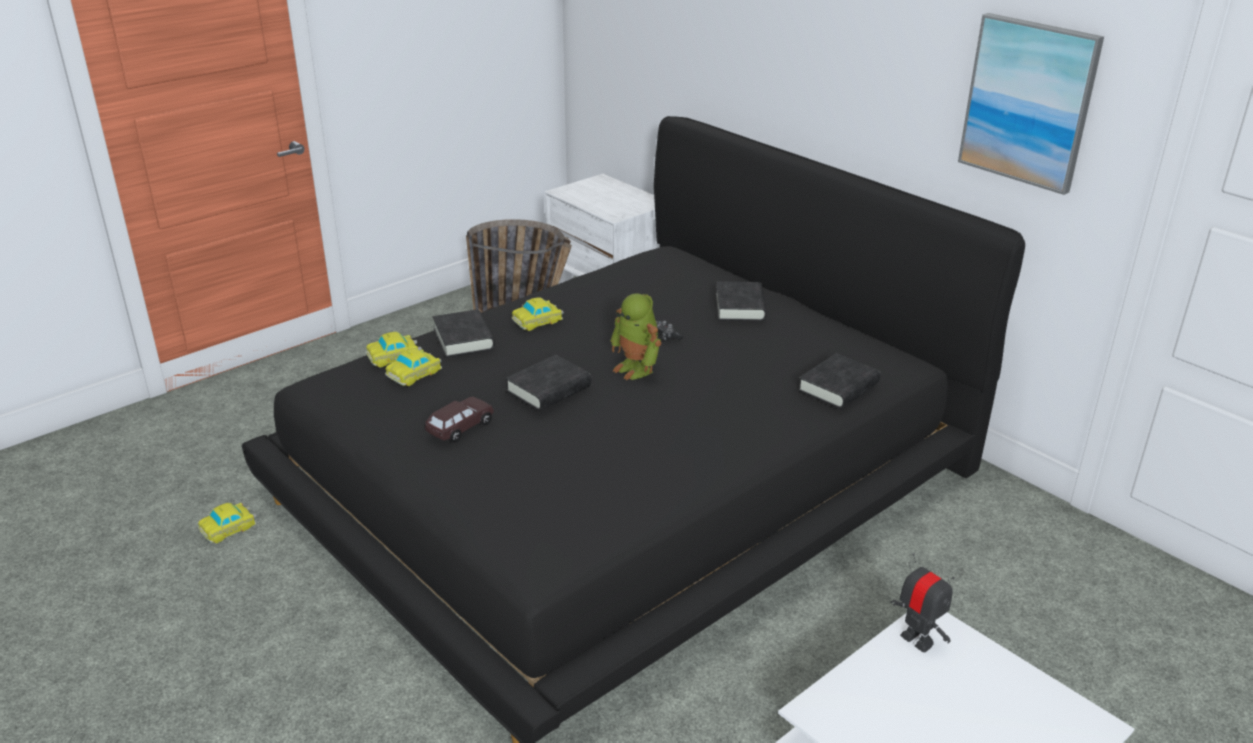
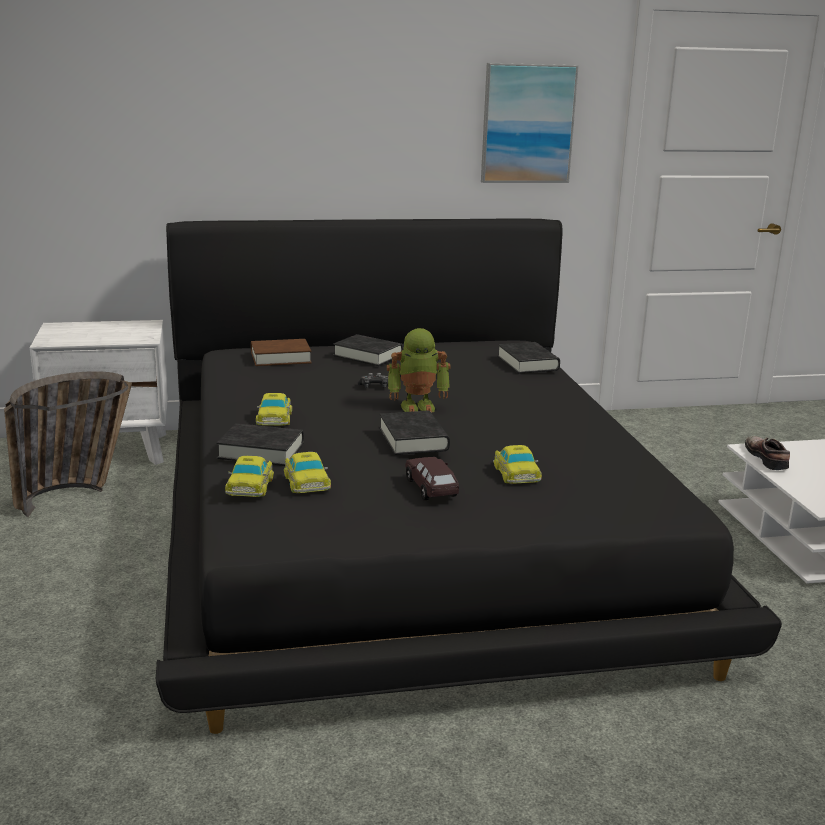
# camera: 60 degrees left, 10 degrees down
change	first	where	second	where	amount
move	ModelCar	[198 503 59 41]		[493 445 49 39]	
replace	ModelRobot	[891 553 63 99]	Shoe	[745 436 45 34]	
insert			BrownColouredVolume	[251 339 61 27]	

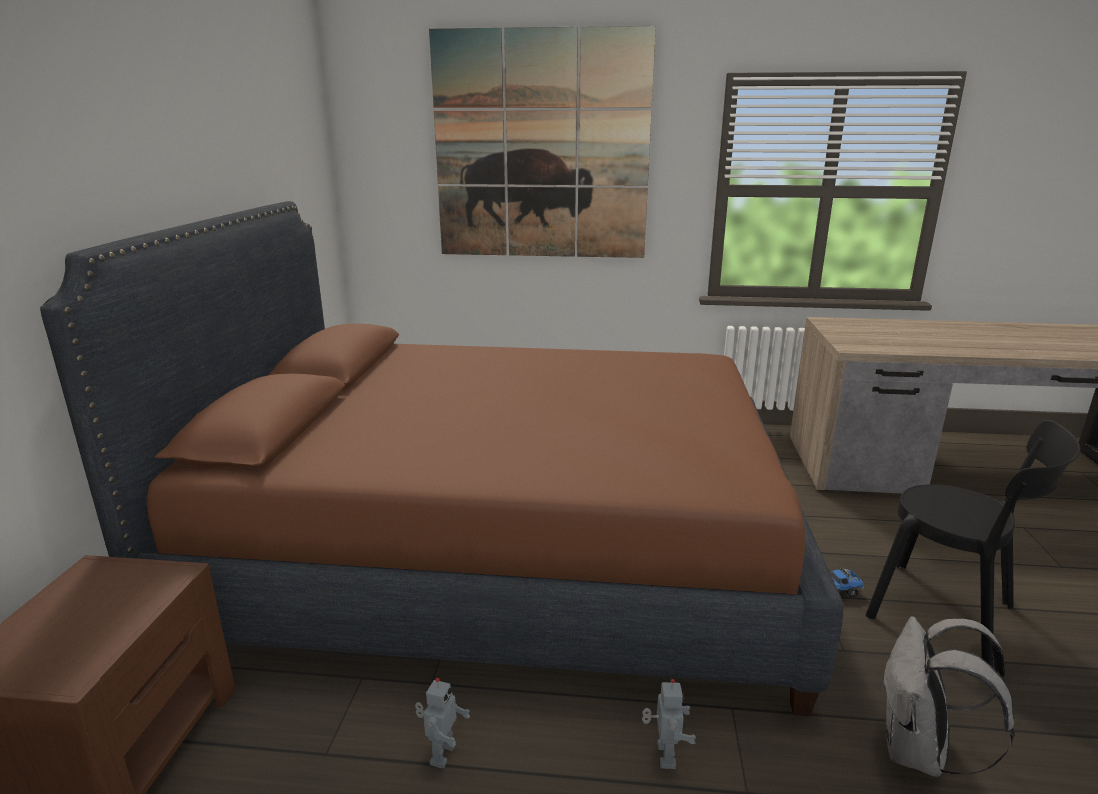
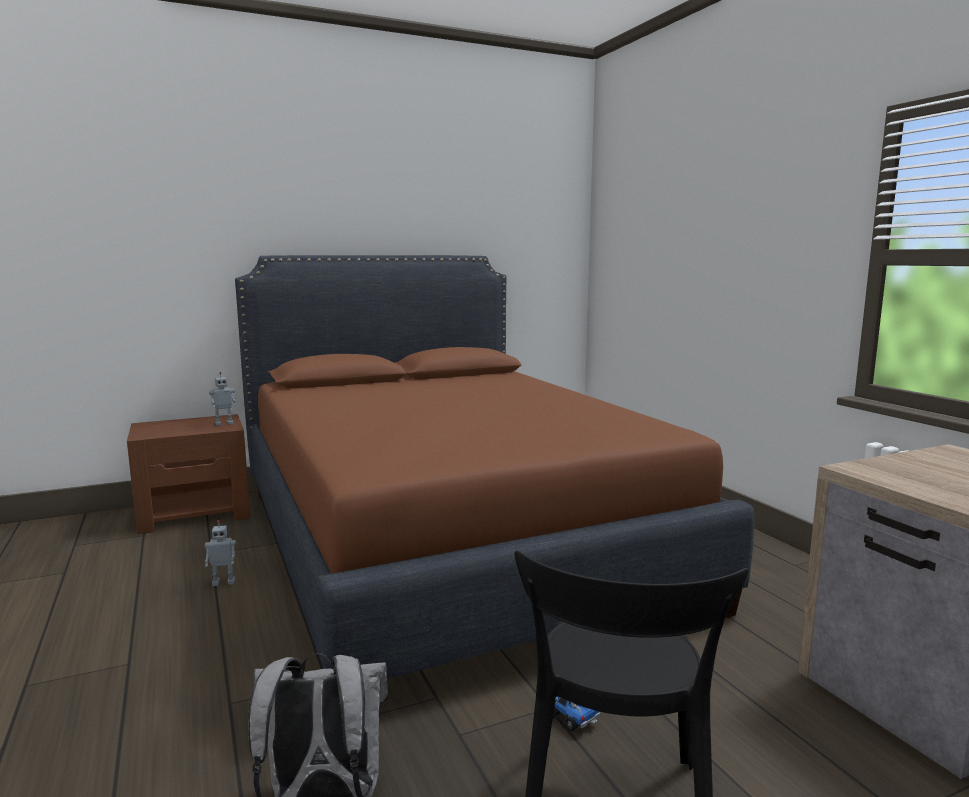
# camera: 60 degrees right, 10 degrees down
change	first	where	second	where	amount
delete	Picture	[429 26 227 232]			
move	ModelRobot	[642 679 54 90]		[209 372 27 54]	

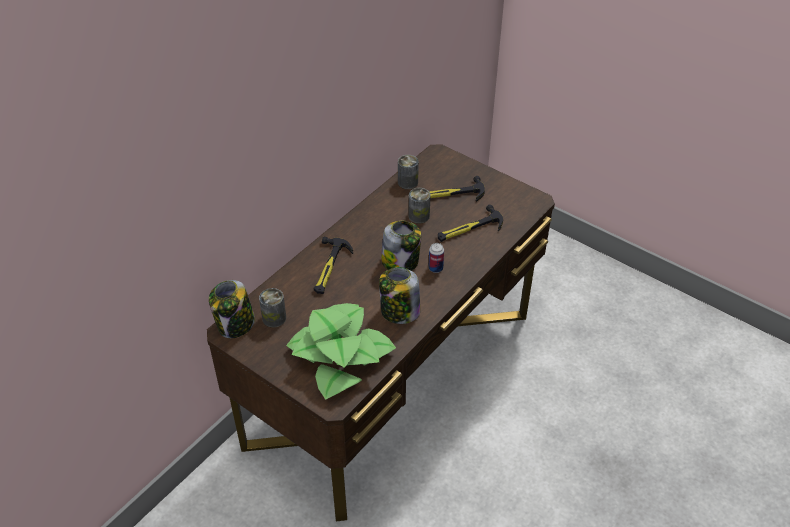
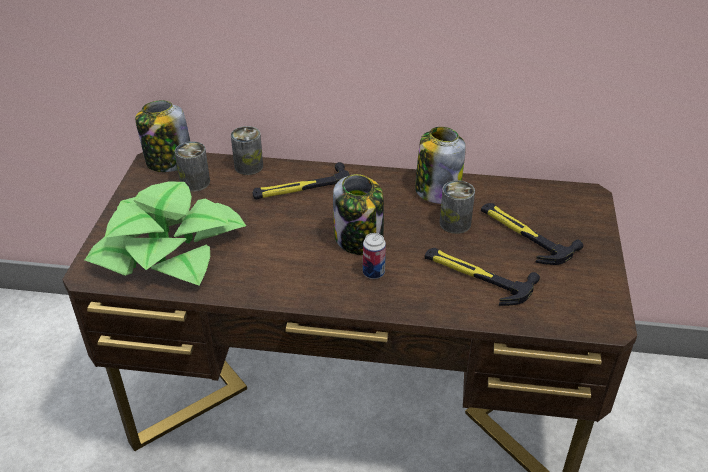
# camera: 60 degrees right, 5 degrees down
change	first	where	second	where	amount
move	MetalCan	[398 155 21 34]		[231 126 32 49]	
move	StorageJar	[379 267 41 57]		[415 127 51 77]	

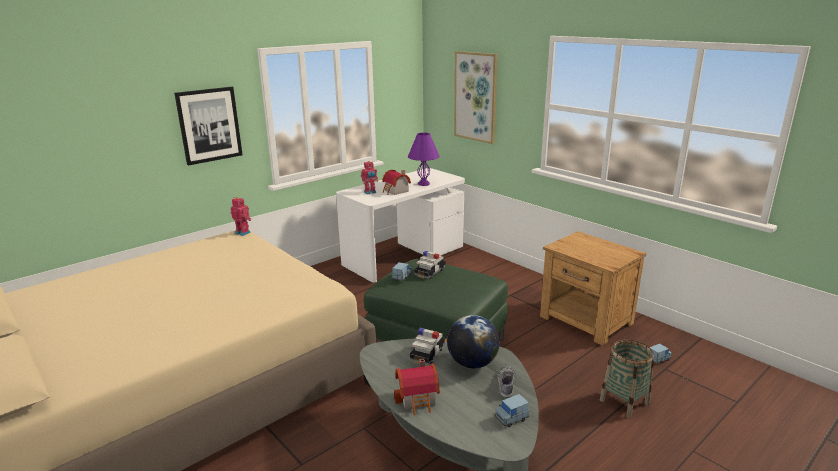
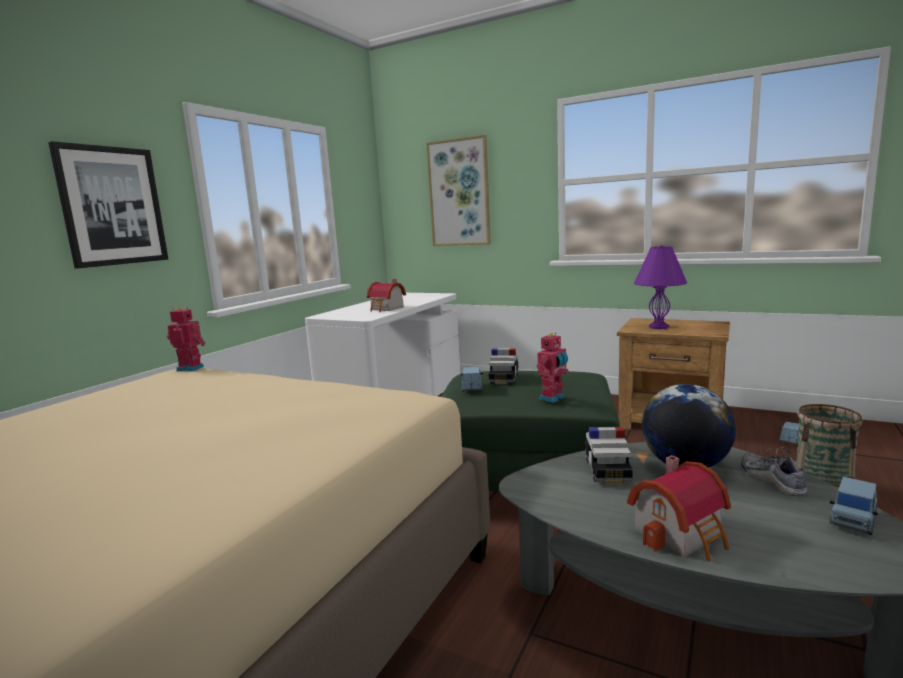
# camera: 20 degrees left, 10 degrees down
change	first	where	second	where	amount
move	PurplishTabletopLamp	[408 133 32 53]		[634 245 53 84]	
move	ModelRobot	[361 161 17 33]		[537 333 32 70]	

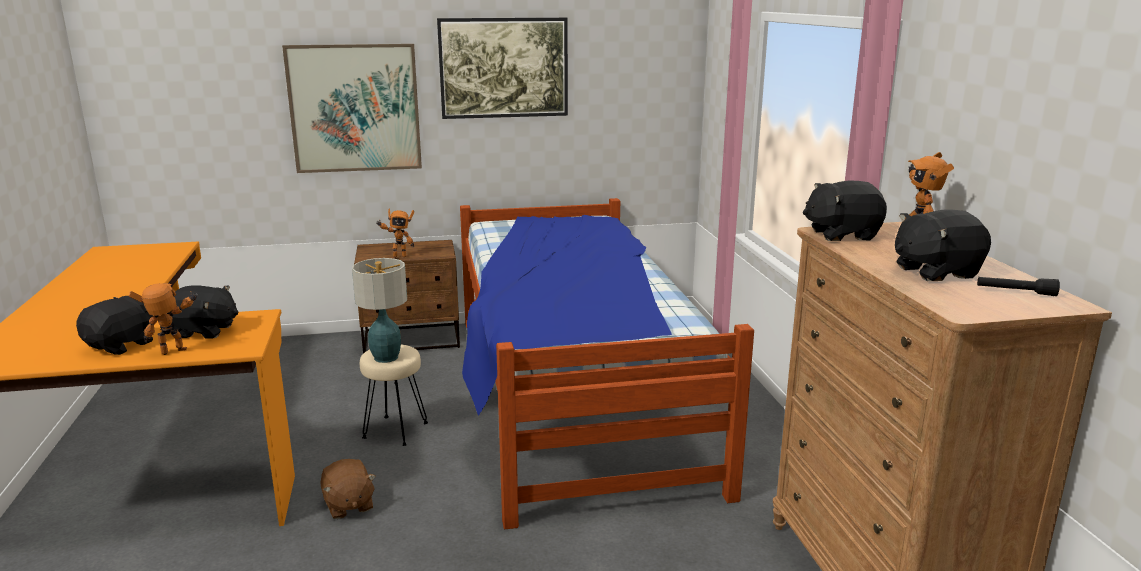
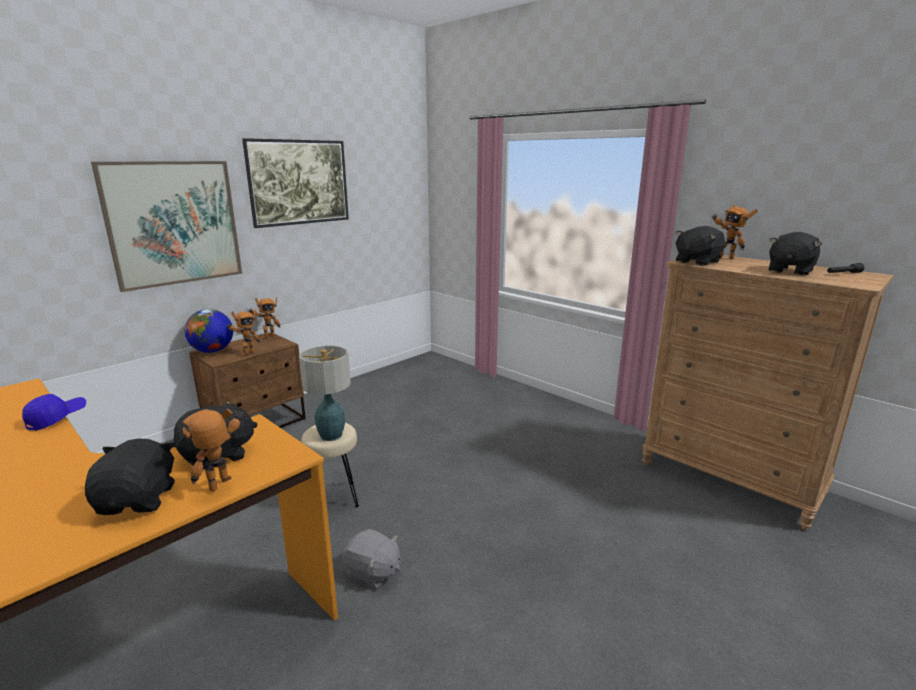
# camera: 35 degrees left, 0 degrees up
change	first	where	second	where	amount
delete	BedroomBed	[460 198 294 331]			
recolor	BrownColouredSoftToy	[320 459 56 60]	GreyishSoftToy	[342 529 58 61]	
insert			ModelRobot	[248 297 32 42]	
insert			DeskGlobe	[185 309 48 44]	
insert			BlueColouredBaseballCap	[22 394 64 37]	

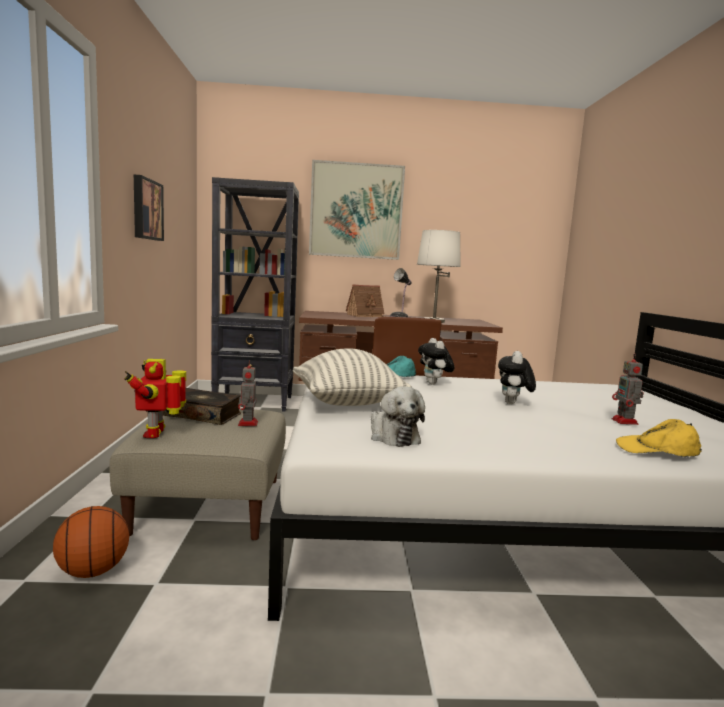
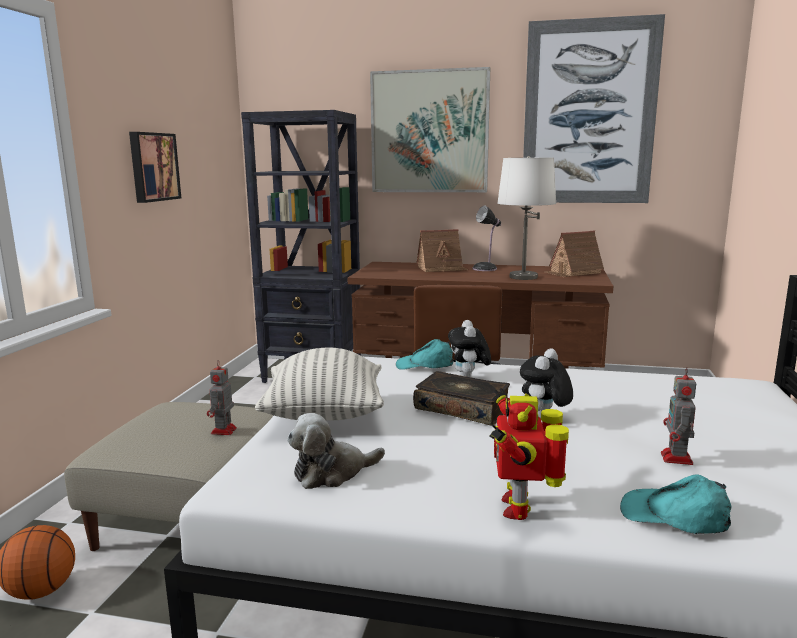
# camera: 15 degrees right, 5 degrees up
change	first	where	second	where	amount
move	ModelRobot	[124 359 62 79]		[490 388 79 132]	
rotate	SoftToy	[371 386 54 61]		[287 413 98 76]	75 degrees clockwise
move	Volume	[163 388 78 37]		[413 371 97 54]	
recolor	YellowBaseballCap	[616 419 86 38]	BlueGreenBaseballCap	[620 474 112 60]	
insert			Picture	[523 14 142 189]	
insert			ModelHouse	[545 230 59 47]	

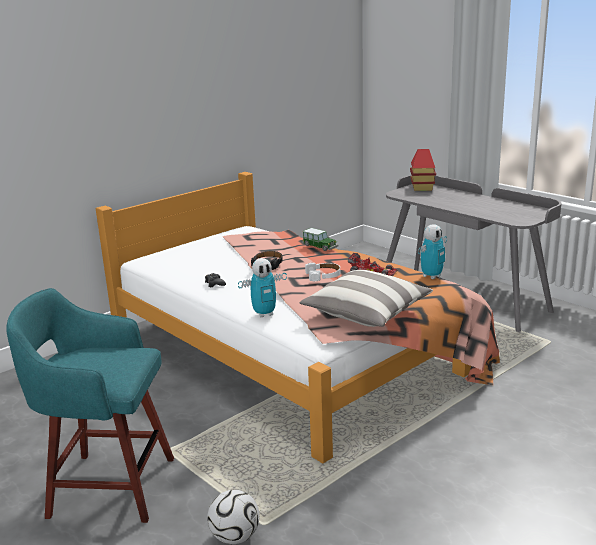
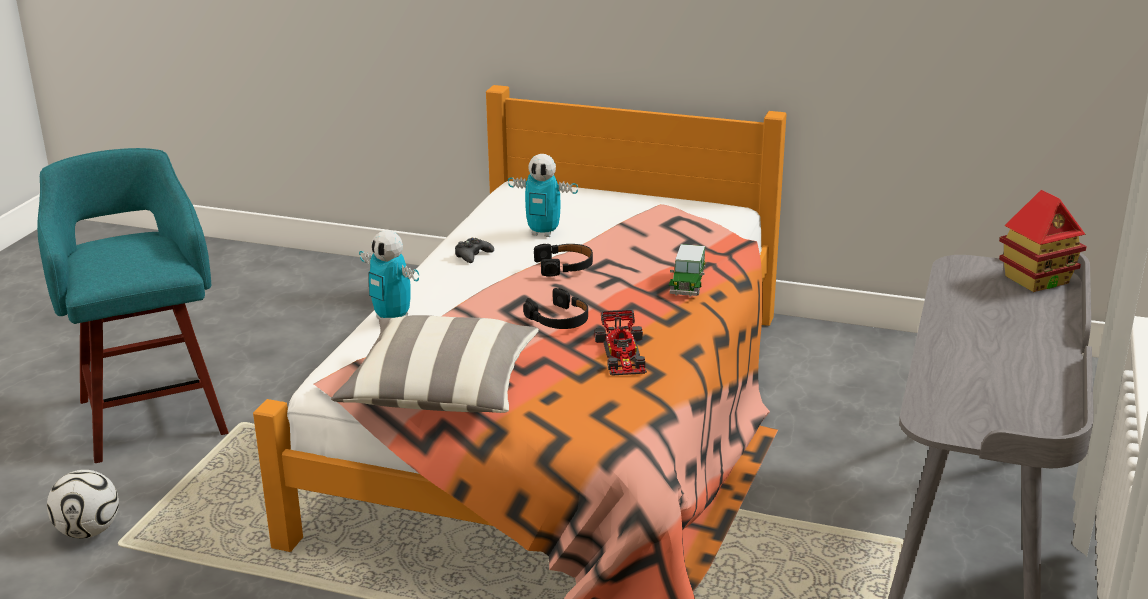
# camera: 60 degrees right, 5 degrees up
change	first	where	second	where	amount
move	ModelRobot	[418 224 29 55]		[508 154 70 83]	
recolor	WhiteColouredHeadphones	[305 263 35 18]	BlackColouredHeadphones	[523 288 65 41]	

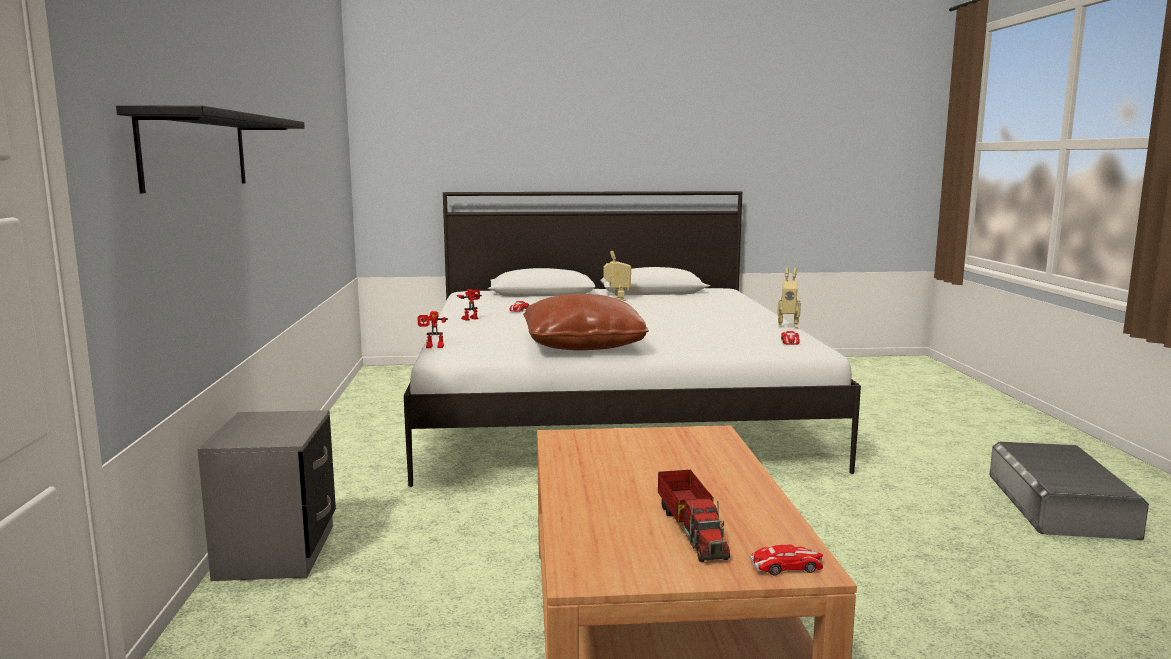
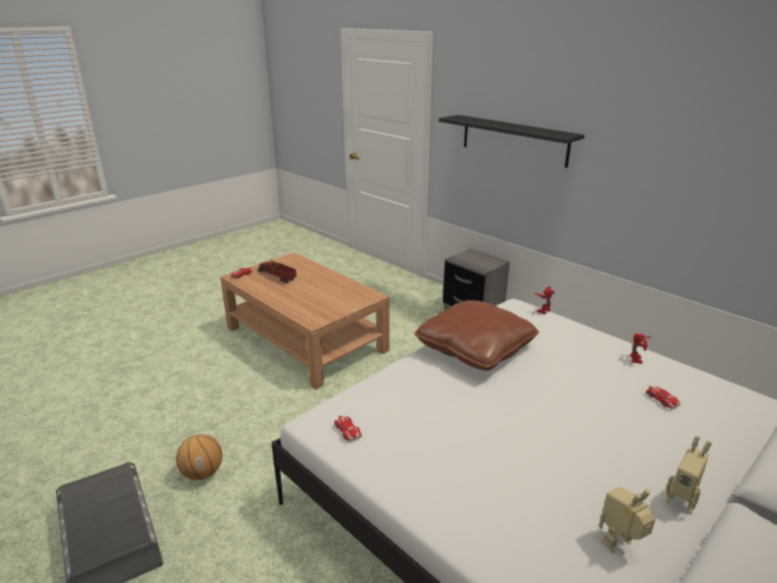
# camera: 140 degrees right, 15 degrees up
change	first	where	second	where	amount
move	ModelRobot	[777 268 24 60]		[599 487 56 66]	
insert			BasketballBall	[176 434 46 46]	

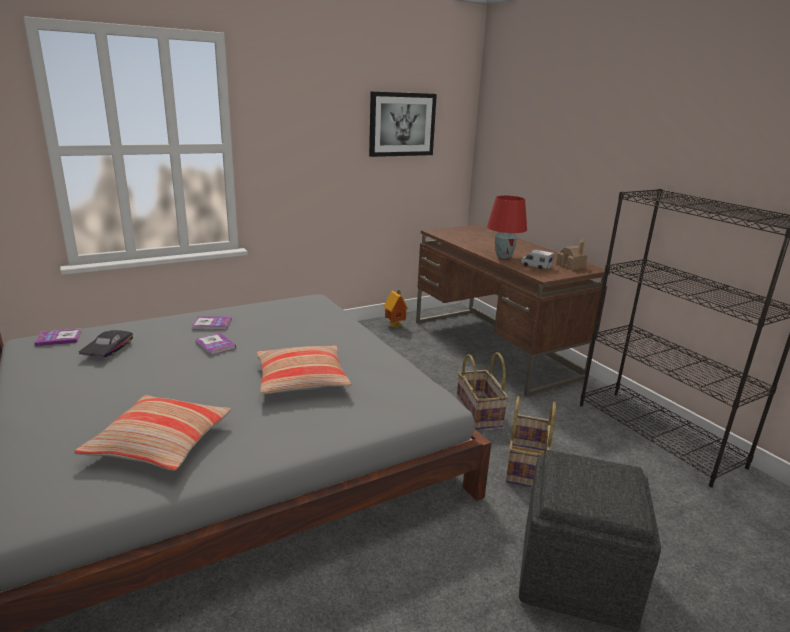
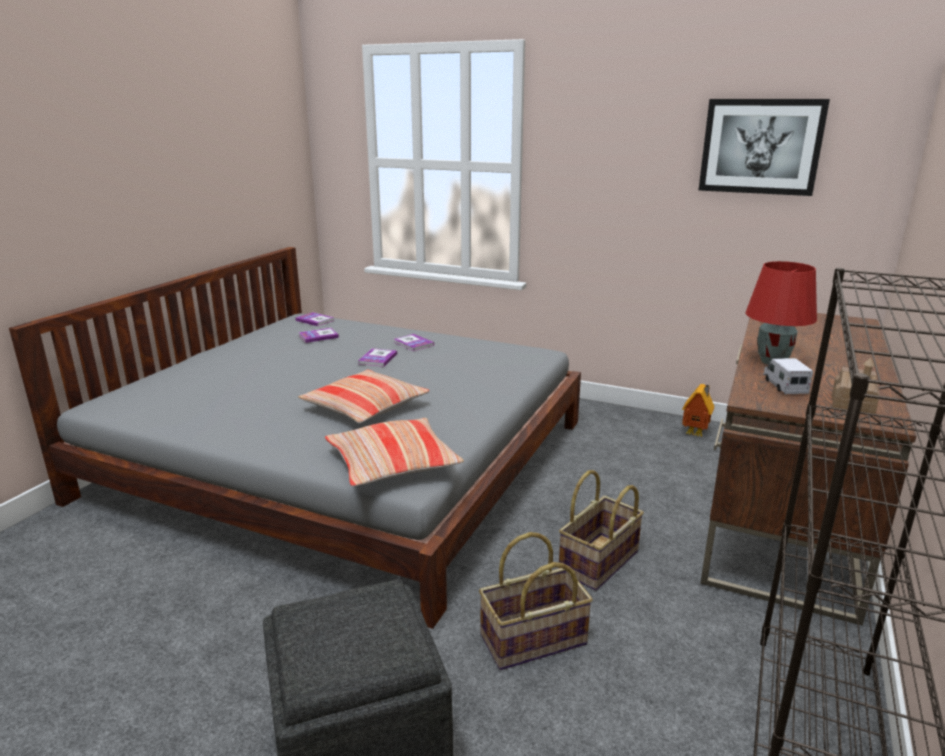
# camera: 55 degrees right, 0 degrees up
change	first	where	second	where	amount
replace	BlackColouredModelCar	[79 330 54 27]	Volume	[299 328 40 15]	
move	Pillow	[74 395 157 75]		[325 418 139 68]	

